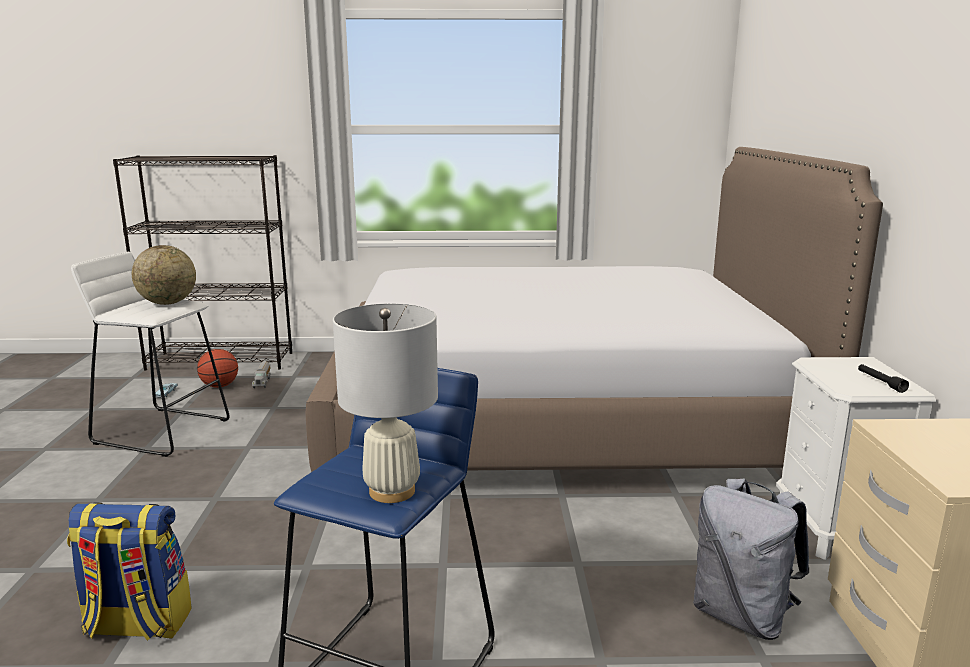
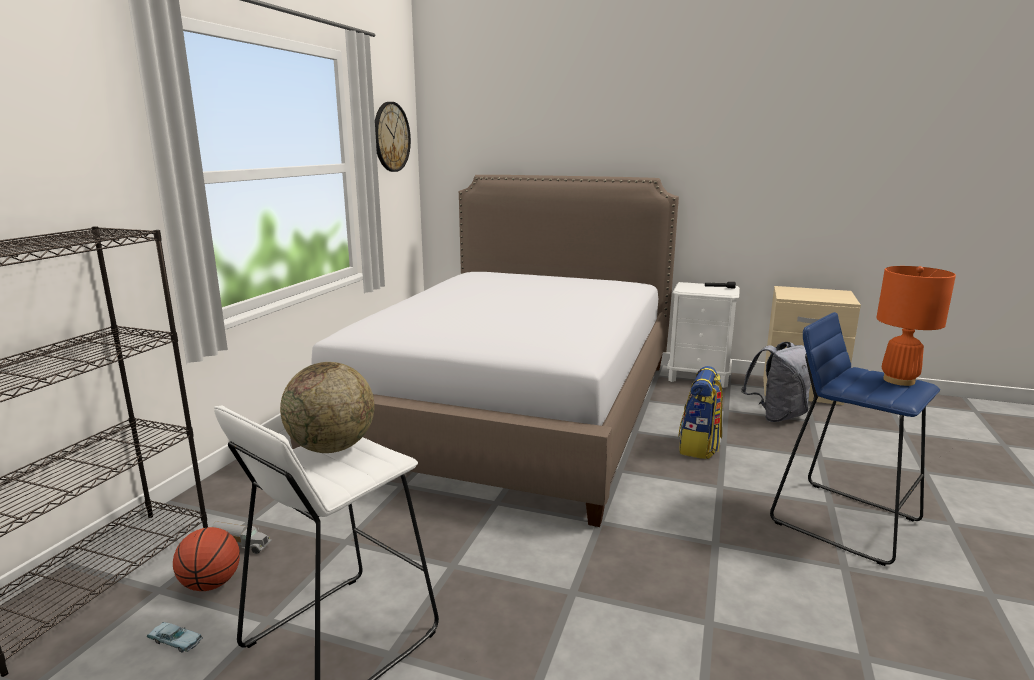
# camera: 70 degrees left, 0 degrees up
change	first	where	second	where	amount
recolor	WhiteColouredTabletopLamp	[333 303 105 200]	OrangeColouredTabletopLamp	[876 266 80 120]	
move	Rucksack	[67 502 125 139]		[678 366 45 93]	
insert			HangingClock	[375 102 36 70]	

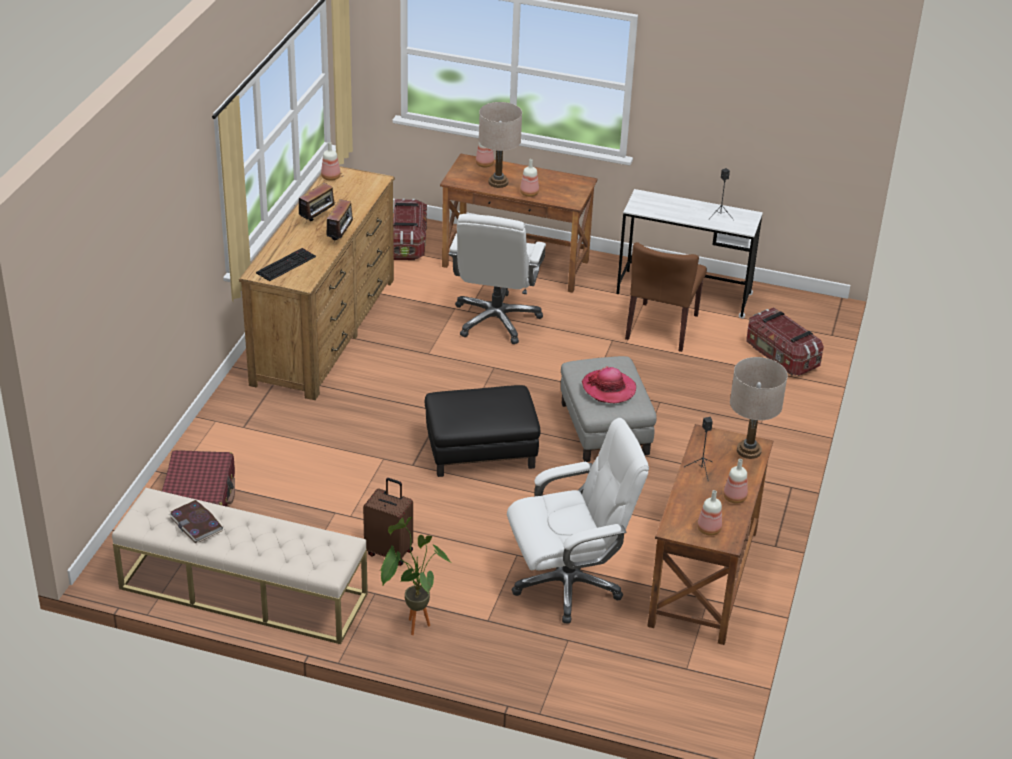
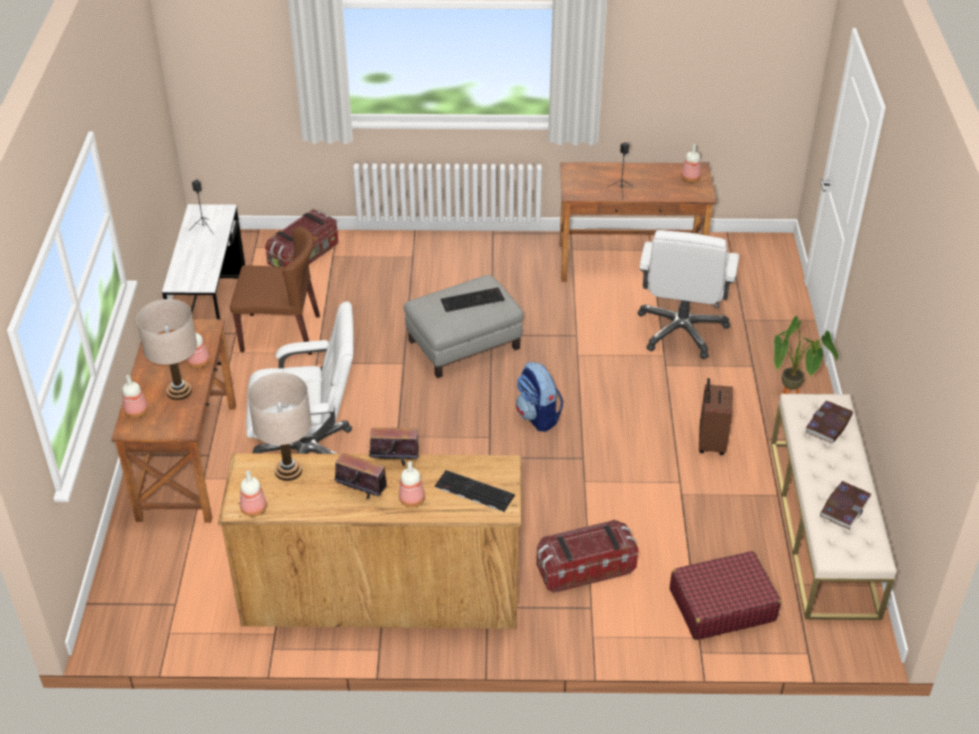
# camera: 105 degrees left, 5 degrees up
change	first	where	second	where	amount
move	StorageBox	[393 199 34 61]		[536 520 103 73]	
move	SandColouredTabletopLamp	[730 357 58 102]		[248 372 64 109]	
replace	ClothingHat	[582 366 54 37]	PcKeyboard	[441 287 64 25]	
replace	BlackColouredFootrest	[425 385 116 92]	Rucksack	[516 361 48 71]	
rotate	WhiteColouredComputerChair	[507 418 142 206]		[637 230 102 129]	135 degrees counterclockwise
move	Bottle	[723 459 25 45]		[399 461 26 46]	
insert			Volume	[805 401 48 43]	

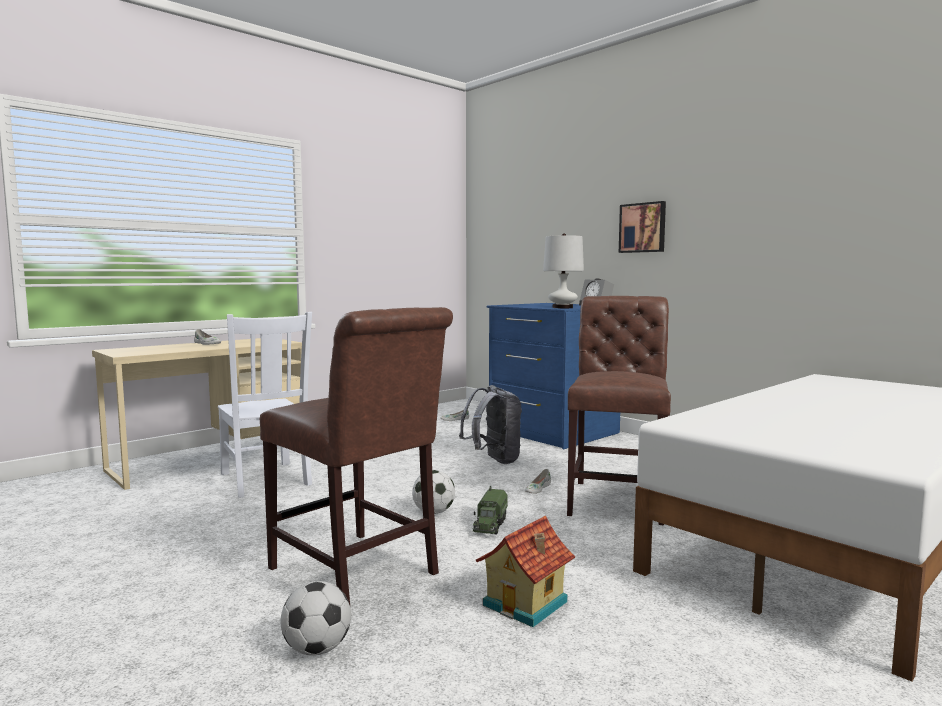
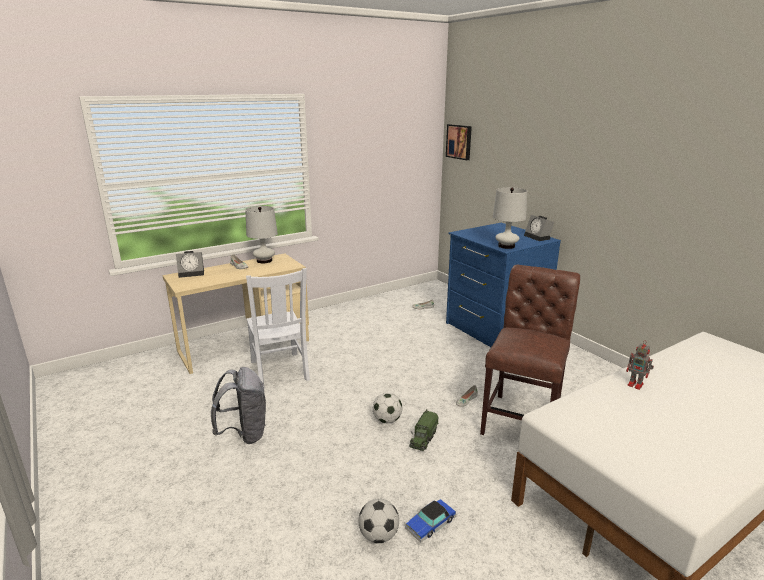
# camera: 10 degrees right, 15 degrees up
change	first	where	second	where	amount
move	Picture	[619 201 47 52]		[446 124 26 36]	
delete	BrownColouredChair	[260 307 193 301]			
move	GreyishRucksack	[459 385 63 79]		[211 367 55 77]	
replace	ModelHouse	[476 515 99 112]	ModelCar	[405 499 51 44]	
move	Football	[281 581 70 75]		[358 499 41 44]	
insert			WhiteColouredTabletopLamp	[245 206 33 57]	
insert			BedsideClock	[176 251 28 27]	
insert			ModelRobot	[626 340 28 50]	

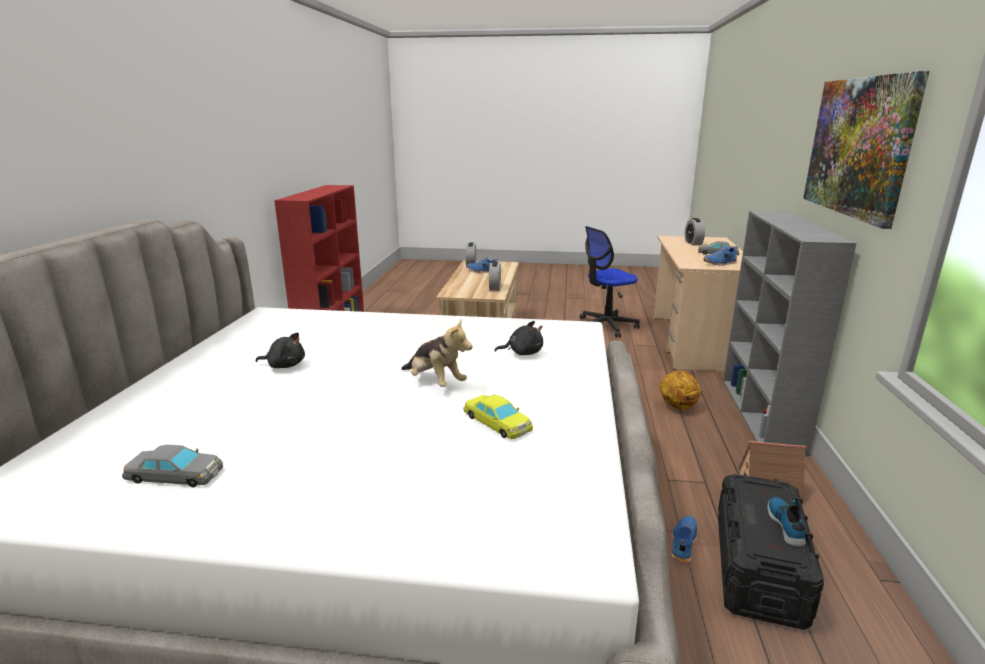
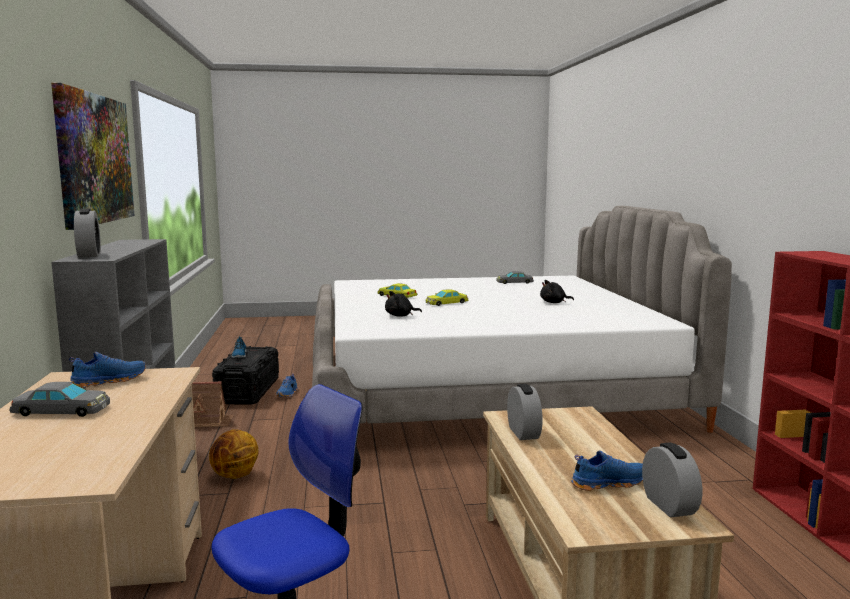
# camera: 165 degrees right, 10 degrees down
change	first	where	second	where	amount
move	BedsideClock	[685 218 20 27]		[74 209 27 49]	
replace	SoftToy	[401 320 71 67]	YellowModelCar	[426 289 42 17]	

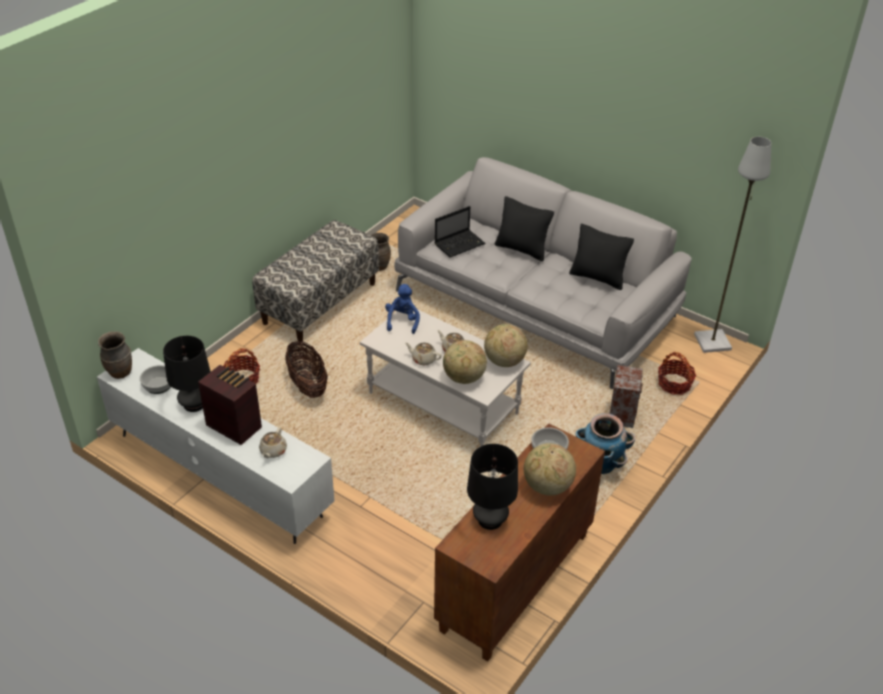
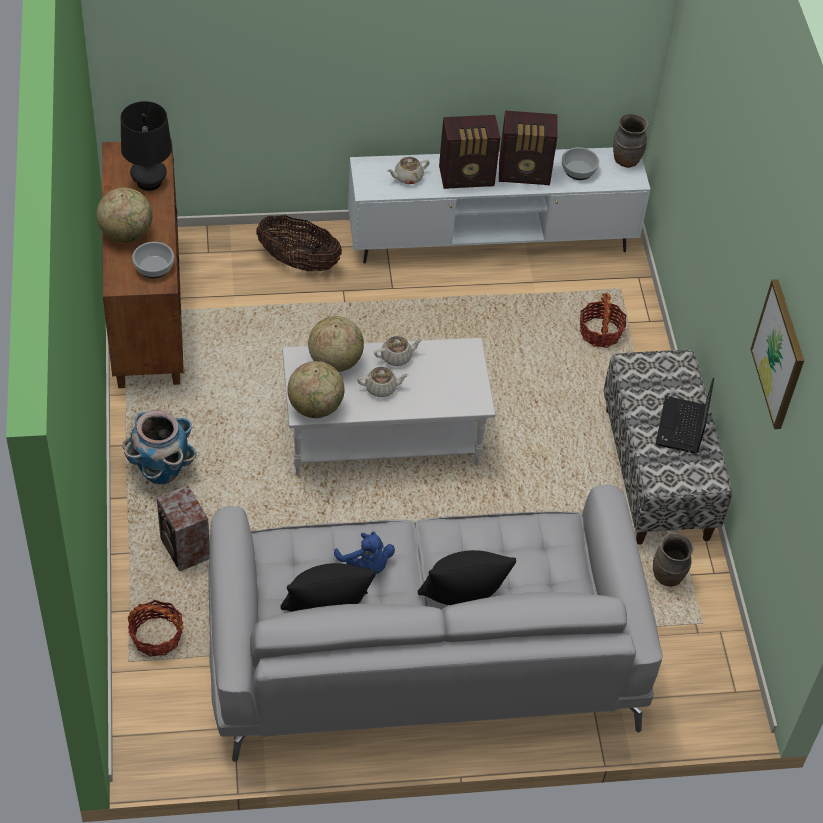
# camera: 135 degrees right, 10 degrees up
change	first	where	second	where	amount
delete	GreyishFloorLamp	[694 137 78 216]			
move	NotebookComputer	[435 206 50 52]		[656 378 58 76]	
move	BlueColouredSoftToy	[385 284 35 50]		[334 531 61 43]	
replace	BlackColouredTabletopLamp	[163 336 48 76]	RadioReceiver	[499 111 58 74]	
move	Basket	[285 341 43 57]		[256 215 86 56]	
rotate	SandColouredTeaPot	[259 427 28 31]		[387 157 43 27]	90 degrees counterclockwise
insert			Picture	[751 279 53 150]	

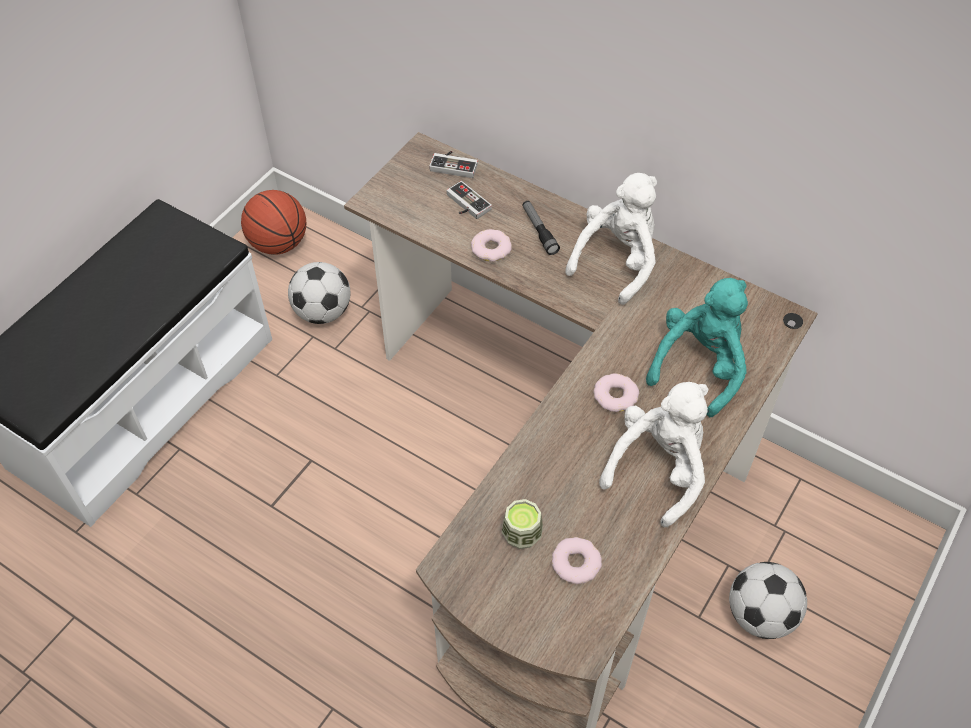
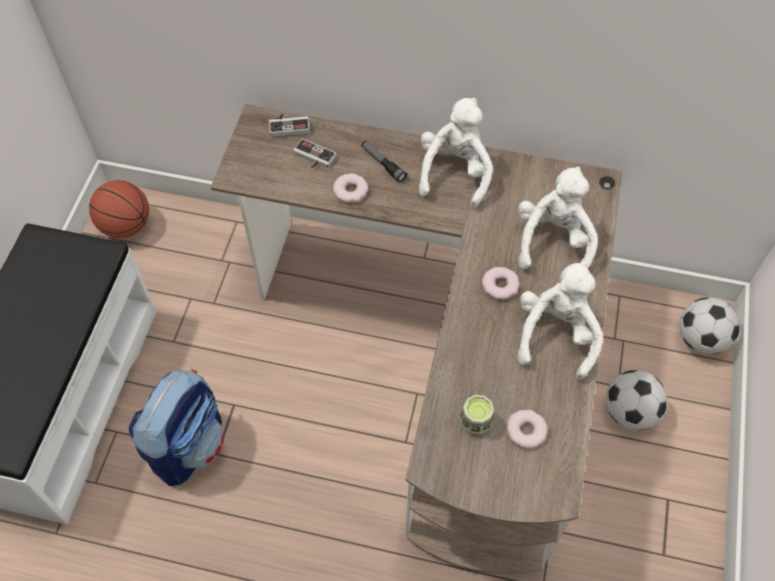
# camera: 20 degrees left, 5 degrees up
change	first	where	second	where	amount
move	Football	[288 262 62 62]		[679 297 61 57]	
recolor	BlueGreenSoftToy	[646 278 102 139]	WhiteColouredSoftToy	[518 166 80 103]	
insert			Rucksack	[129 369 95 117]	

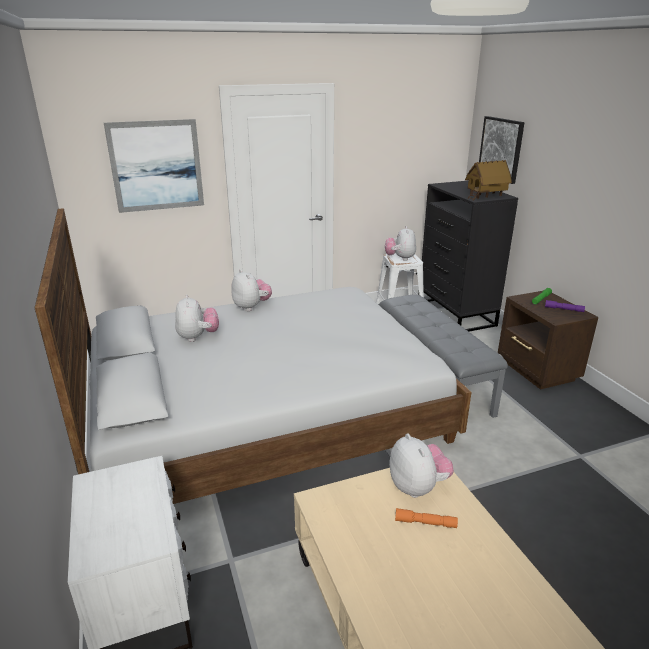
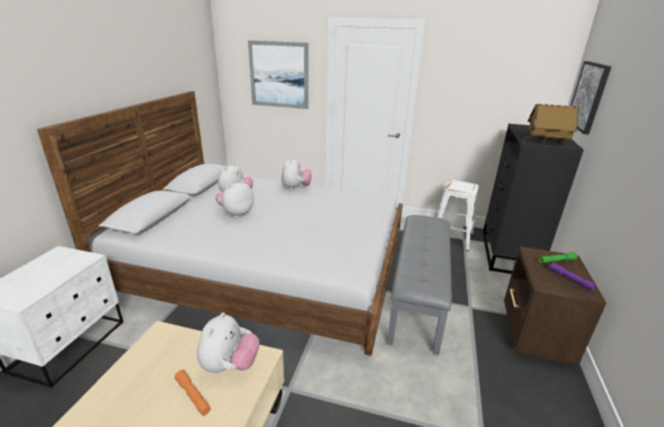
# camera: 35 degrees right, 0 degrees up
change	first	where	second	where	amount
move	SoftToy	[385 226 31 35]		[216 180 38 38]	

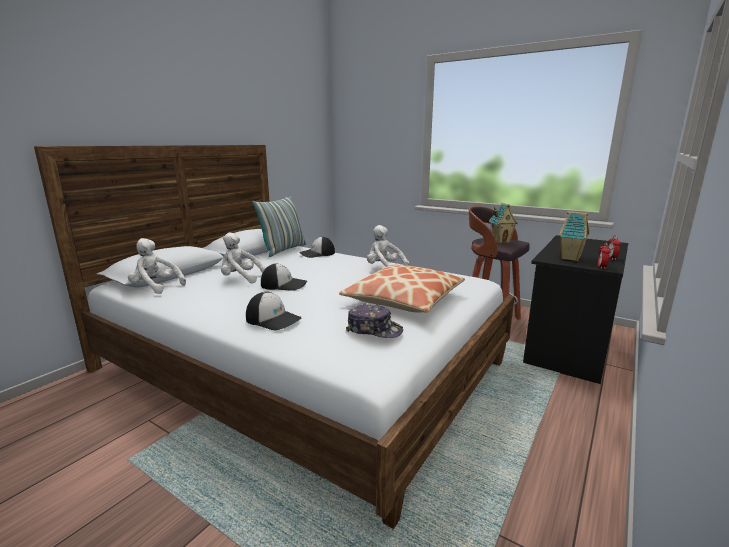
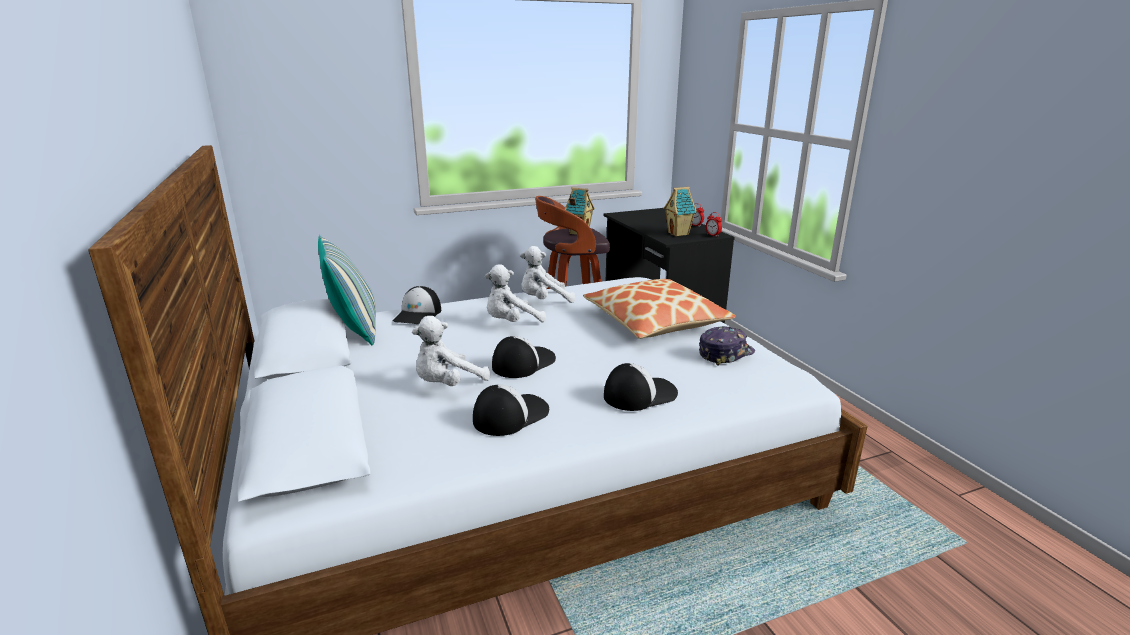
# camera: 55 degrees left, 5 degrees up
change	first	where	second	where	amount
move	WhiteColouredSoftToy	[128 238 58 56]		[485 264 61 58]	
insert			BaseballCap	[473 384 76 52]	

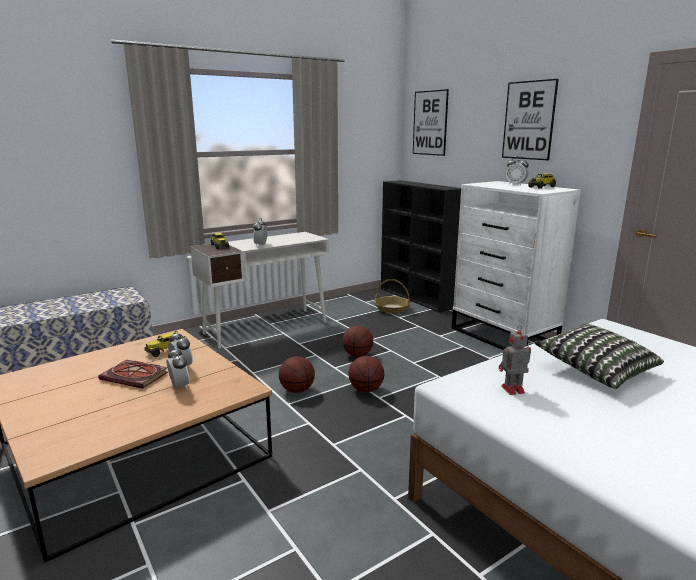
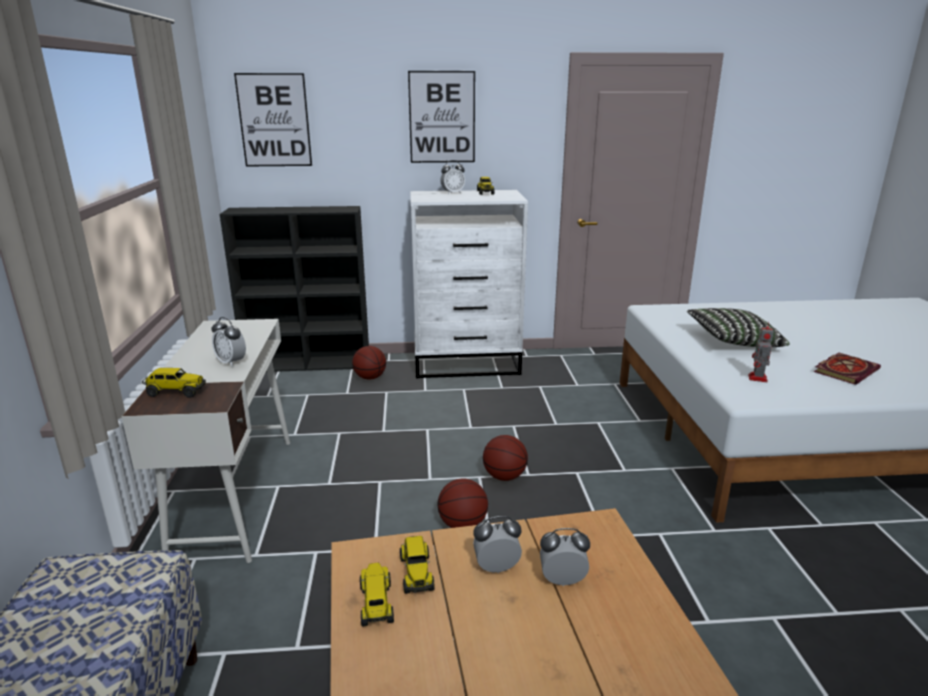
# camera: 60 degrees left, 5 degrees up
change	first	where	second	where	amount
delete	Basket	[374 279 37 34]			
move	BasketballBall	[342 326 31 31]		[352 346 34 34]	
move	Volume	[98 360 70 29]		[814 353 67 32]	
insert			ToyTruck	[360 563 34 64]	

